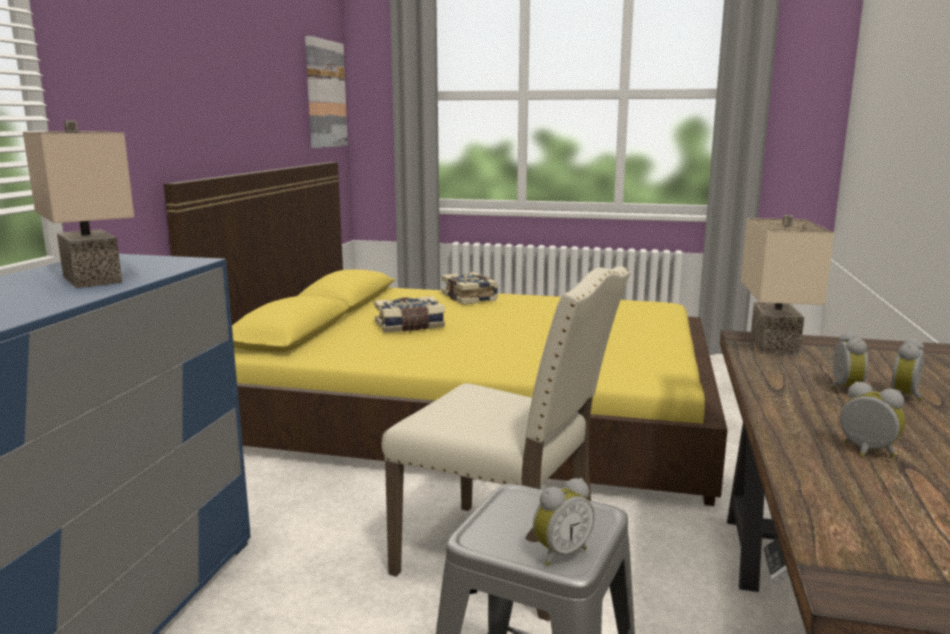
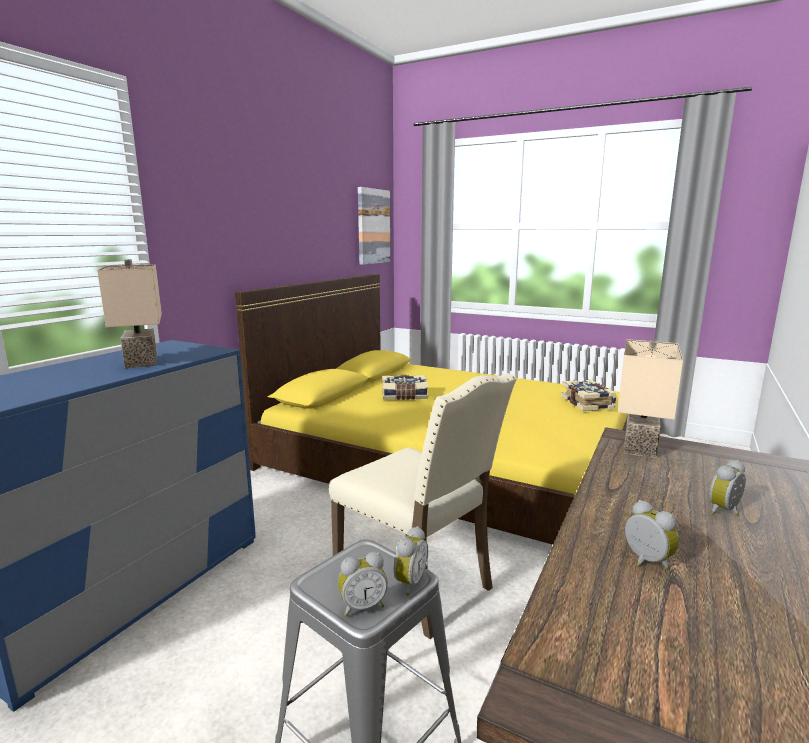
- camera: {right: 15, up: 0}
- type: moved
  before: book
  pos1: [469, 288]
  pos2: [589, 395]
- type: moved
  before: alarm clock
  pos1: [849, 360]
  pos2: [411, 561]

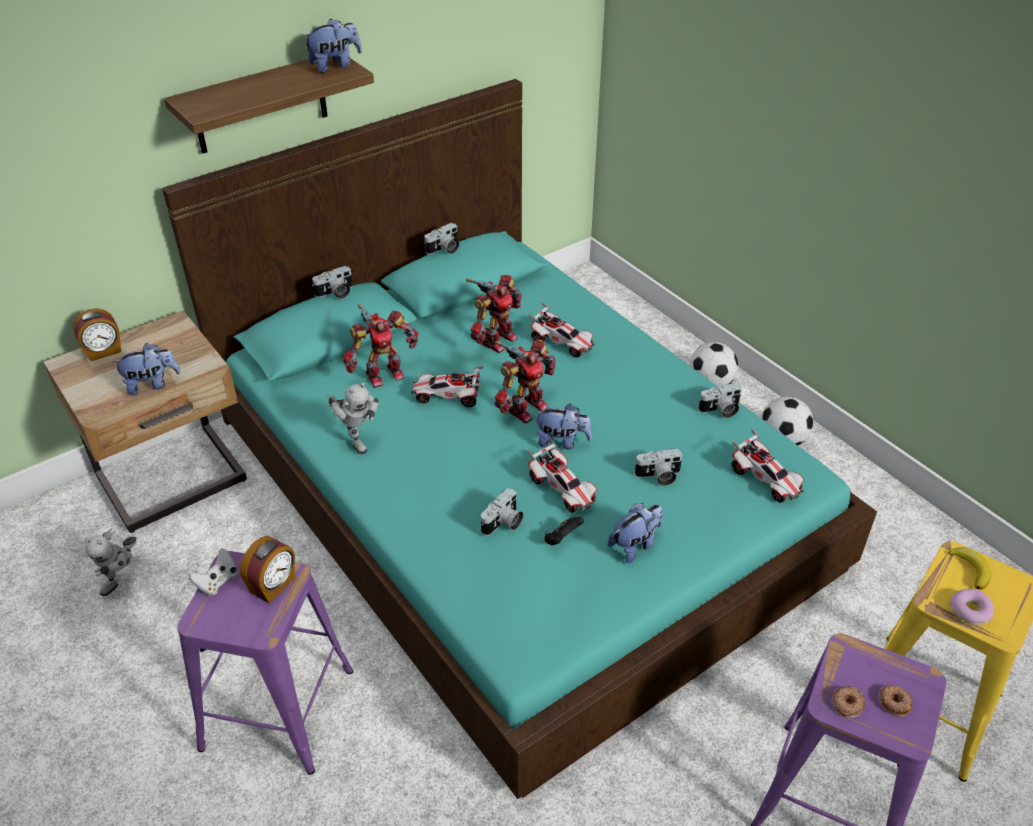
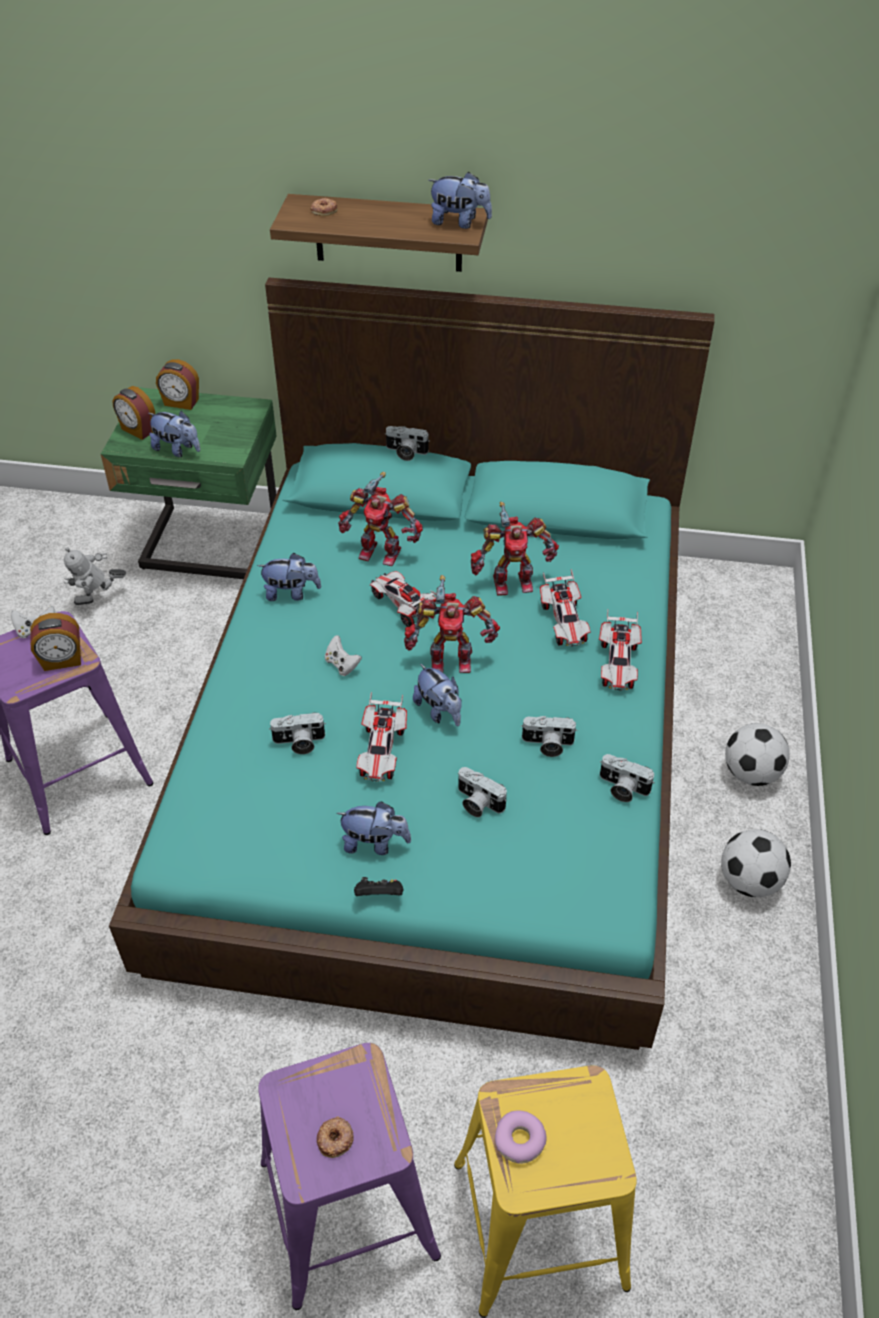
- camera: {right: 45, up: 5}
- type: removed
  before: banana
  pos1: [969, 568]
- type: added
  after: alarm clock
  pos2: [133, 413]
- type: added
  after: white game controller
  pos2: [343, 655]
- type: moved
  before: photo camera
  pos1: [442, 238]
  pos2: [549, 736]
- type: moved
  before: black game controller
  pos1: [564, 531]
  pos2: [378, 886]
- type: moved
  before: toy car
  pos1: [768, 466]
  pos2: [620, 650]
- type: moved
  before: donut
  pos1: [848, 702]
  pos2: [324, 207]
- type: replaced
  before: toy robot
  after: plush toy
  pos1: [353, 418]
  pos2: [289, 577]
- type: recoloured
  before: beige nightstand
  after: green nightstand
  pos1: [145, 421]
  pos2: [189, 483]

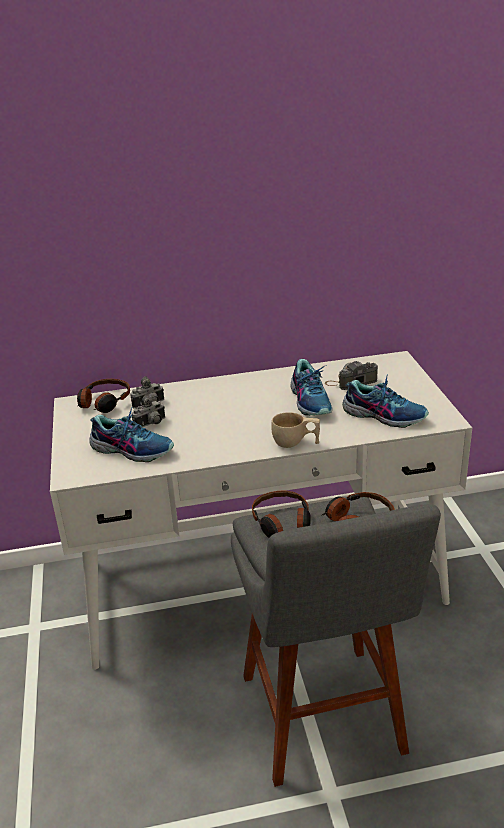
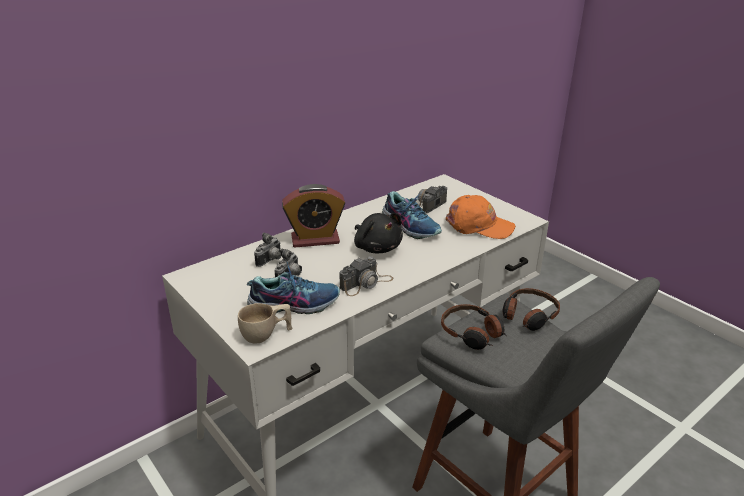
- camera: {right: -30, up: 0}
- type: removed
  before: headphones
  pos1: [103, 396]
- type: added
  after: alarm clock
  pos2: [313, 216]
- type: added
  after: photo camera
  pos2: [366, 276]
- type: added
  after: black plush toy
  pos2: [378, 233]
- type: moved
  before: beige cup
  pos1: [295, 430]
  pos2: [265, 323]
- type: replaced
  before: shoe
  after: orange cap
  pos1: [385, 401]
  pos2: [481, 217]

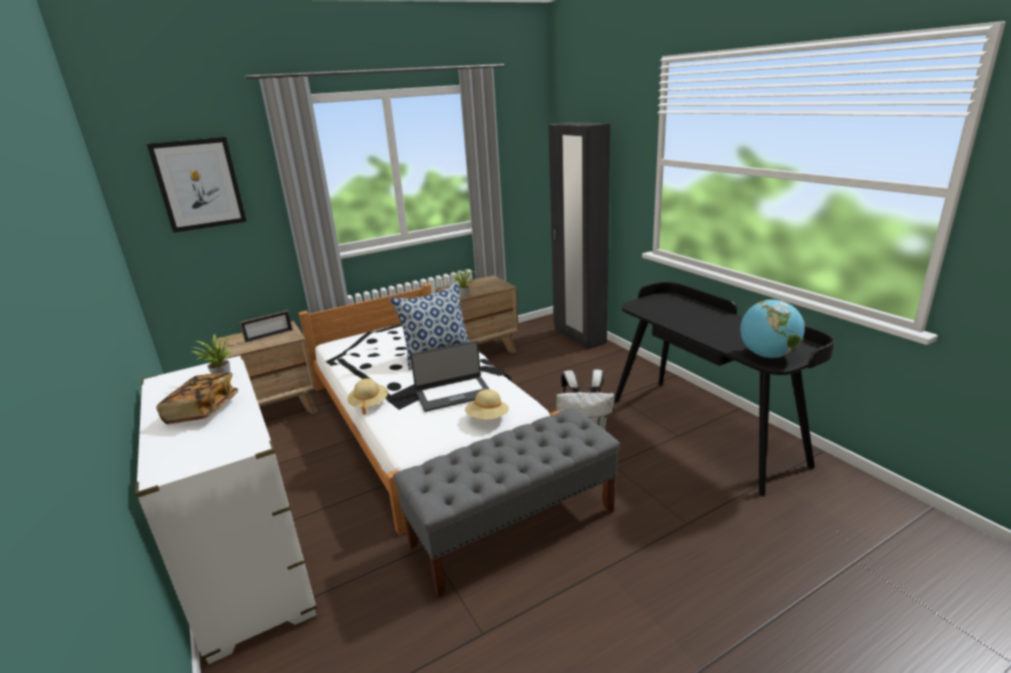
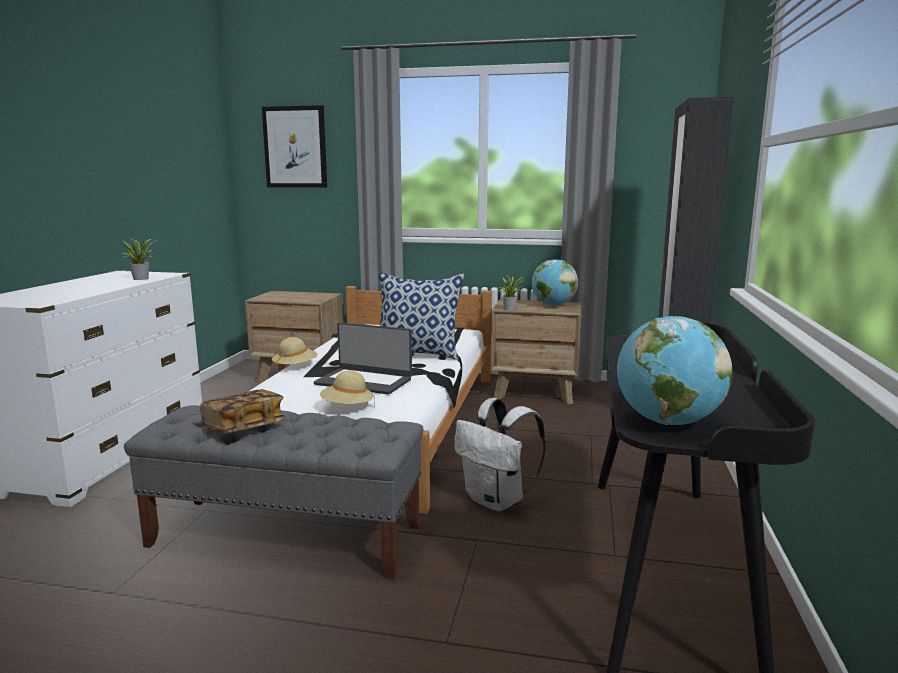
- camera: {right: 40, up: -10}
- type: removed
  before: picture frame
  pos1: [266, 326]
- type: added
  after: globe
  pos2: [555, 282]
- type: moved
  before: book
  pos1: [197, 398]
  pos2: [242, 411]

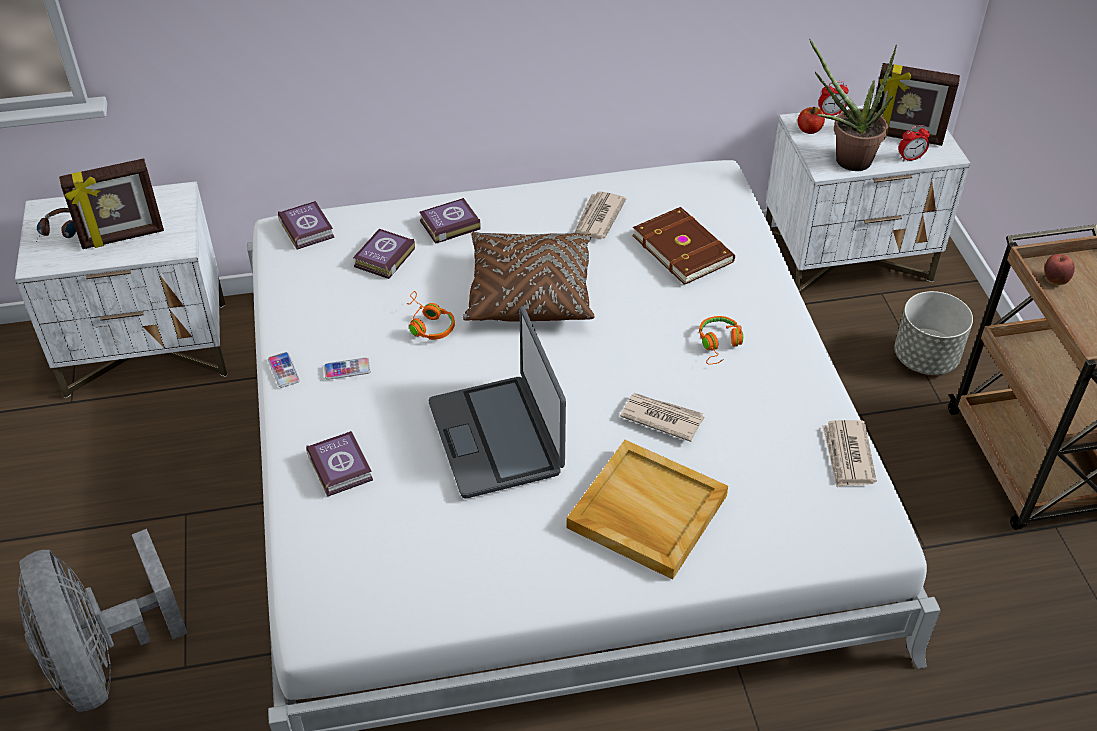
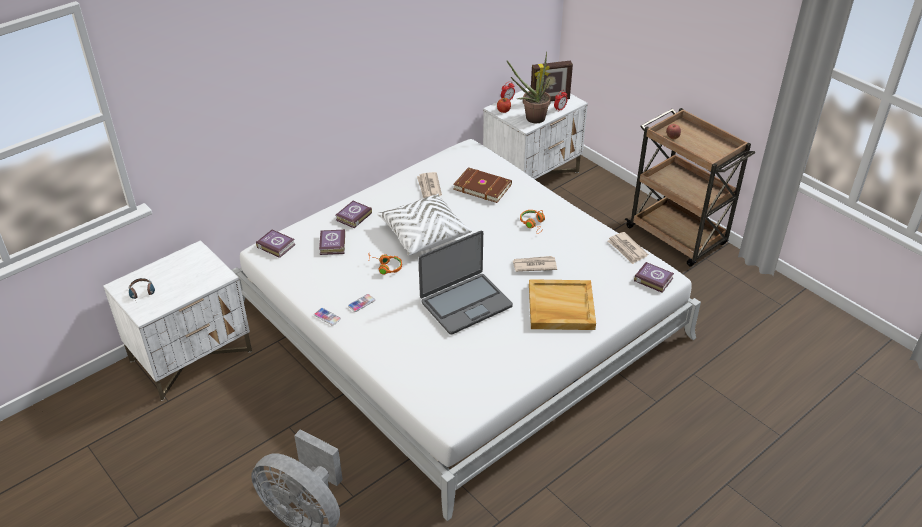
- camera: {right: -30, up: -5}
- type: removed
  before: picture frame
  pos1: [111, 203]
- type: removed
  before: grey planter
  pos1: [933, 333]
- type: moved
  before: book
  pos1: [339, 463]
  pos2: [654, 277]
- type: recoloured
  before: brown pillow
  after: white pillow
  pos1: [529, 277]
  pos2: [424, 225]
- type: turned
  before: laptop
  pos1: [497, 402]
  pos2: [465, 282]
  turn: -75

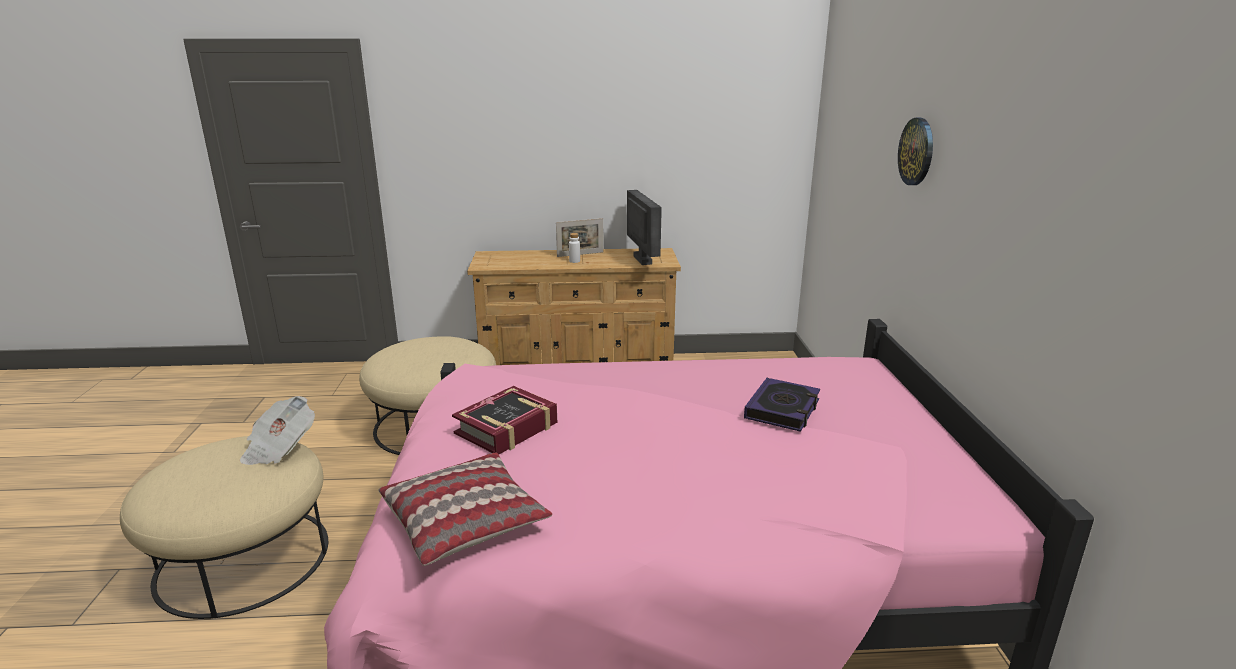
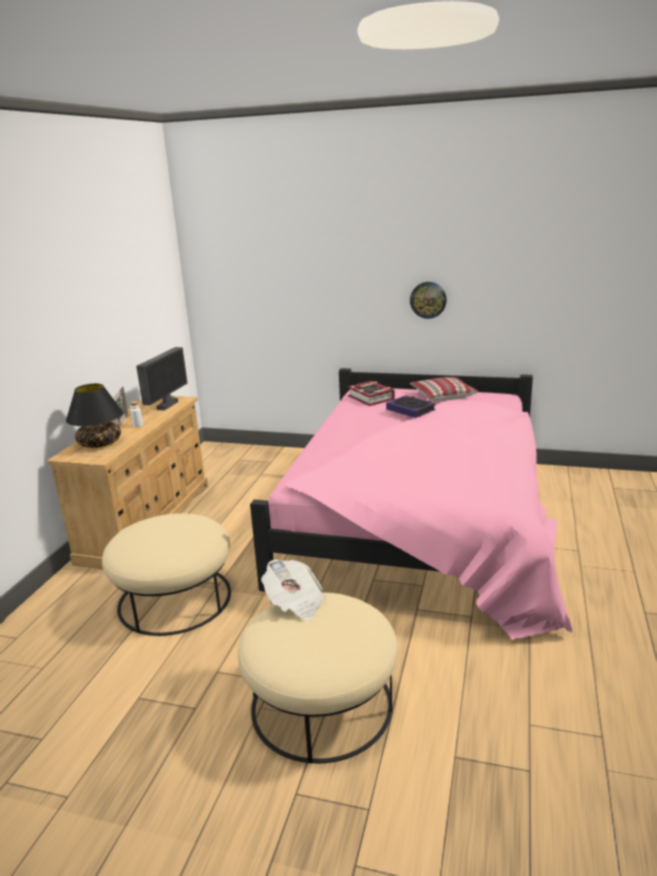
- camera: {right: -70, up: 0}
- type: added
  after: black table lamp
  pos2: [94, 416]
- type: moved
  before: pillow
  pos1: [465, 509]
  pos2: [444, 389]
- type: moved
  before: book
  pos1: [504, 420]
  pos2: [371, 393]
- type: moved
  before: wall clock
  pos1: [915, 151]
  pos2: [428, 300]
- type: turned
  before: monitor
  pos1: [644, 227]
  pos2: [162, 378]
  turn: 105

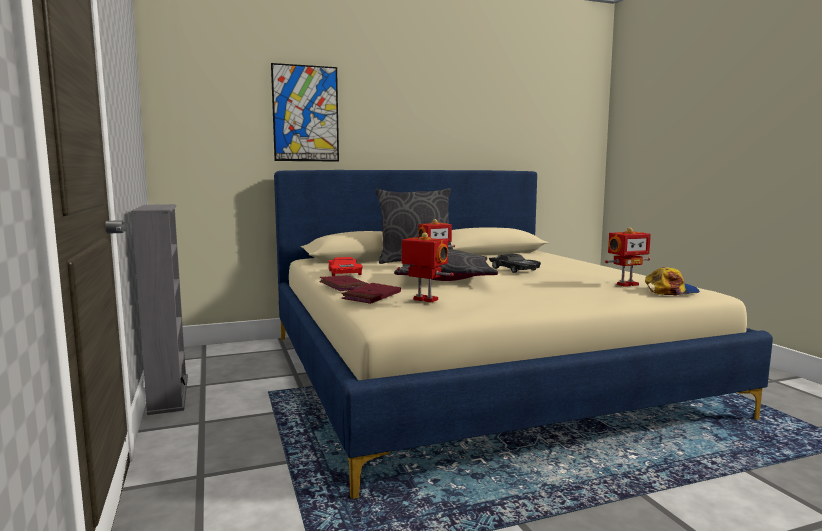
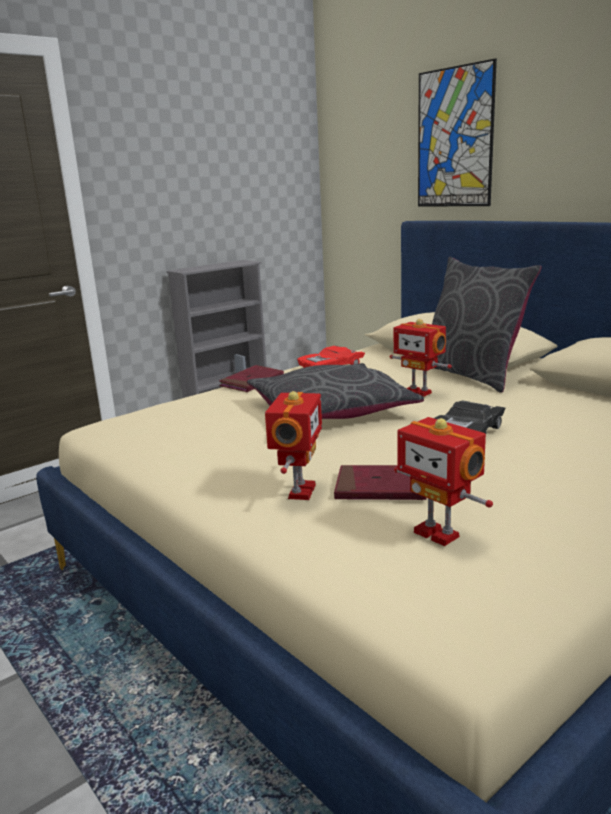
- camera: {right: 70, up: 10}
- type: removed
  before: cap
  pos1: [672, 281]
- type: moved
  before: red book
  pos1: [371, 293]
  pos2: [380, 482]
- type: moved
  before: toy robot
  pos1: [425, 267]
  pos2: [293, 445]

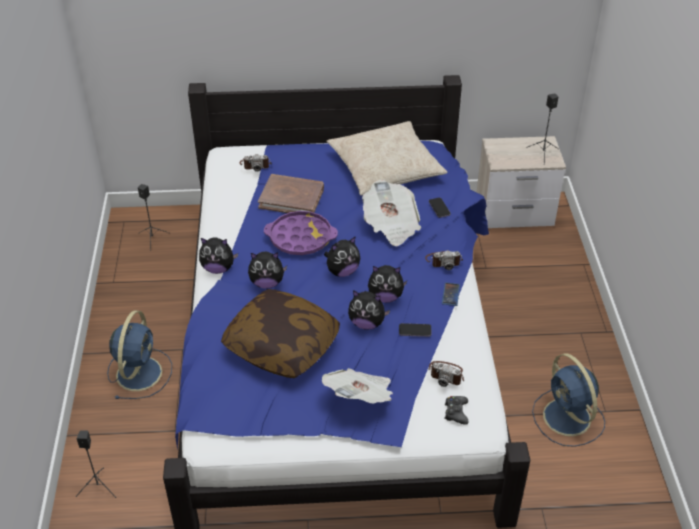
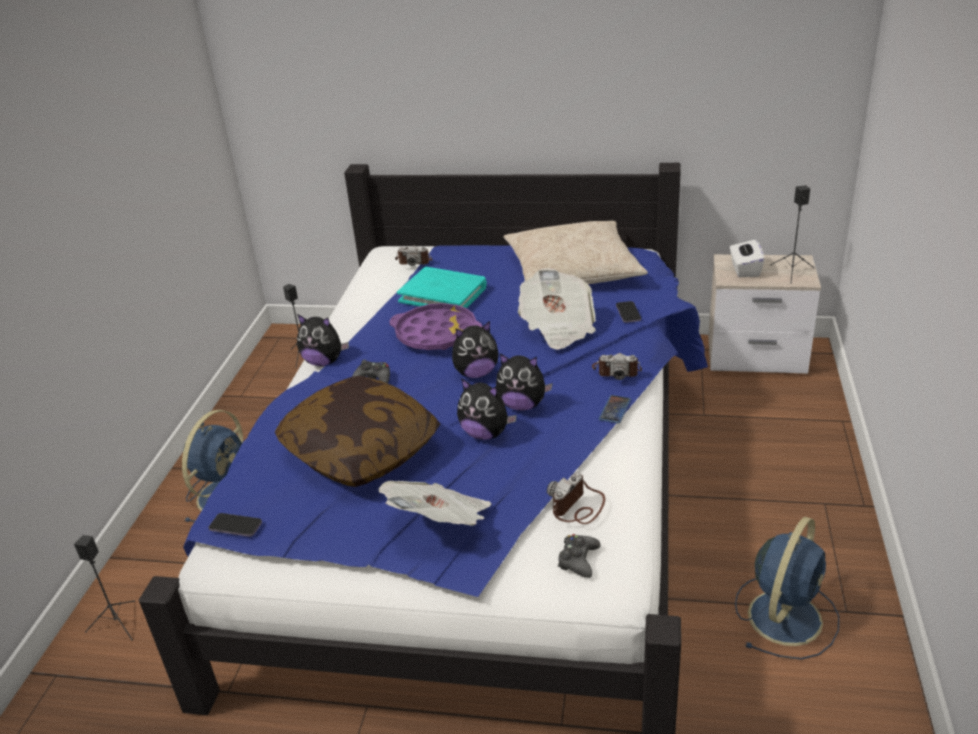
- camera: {right: 15, up: -10}
- type: added
  after: white tissue box
  pos2: [747, 257]
- type: moved
  before: phone
  pos1: [415, 330]
  pos2: [235, 525]
- type: replaced
  before: plush toy
  after: black game controller
  pos1: [267, 270]
  pos2: [371, 372]
- type: recoloured
  before: brown book
  after: turquoise book
  pos1: [291, 193]
  pos2: [442, 287]
- type: turned
  before: photo camera
  pos1: [446, 374]
  pos2: [576, 498]
  turn: 90
- type: turned
  before: blue fan
  pos1: [568, 400]
  pos2: [787, 588]
  turn: -135

